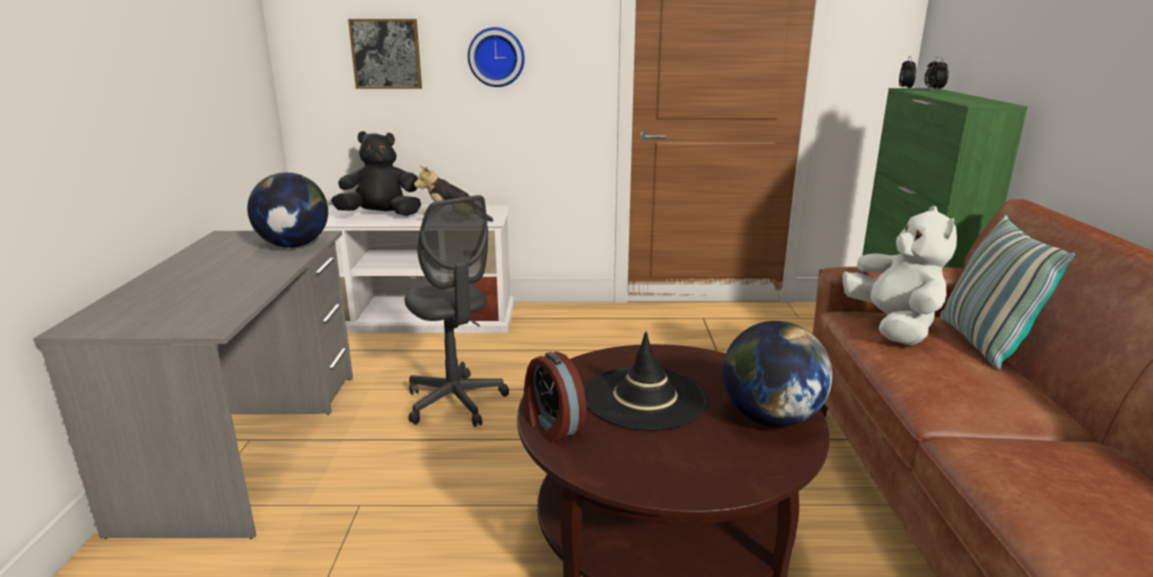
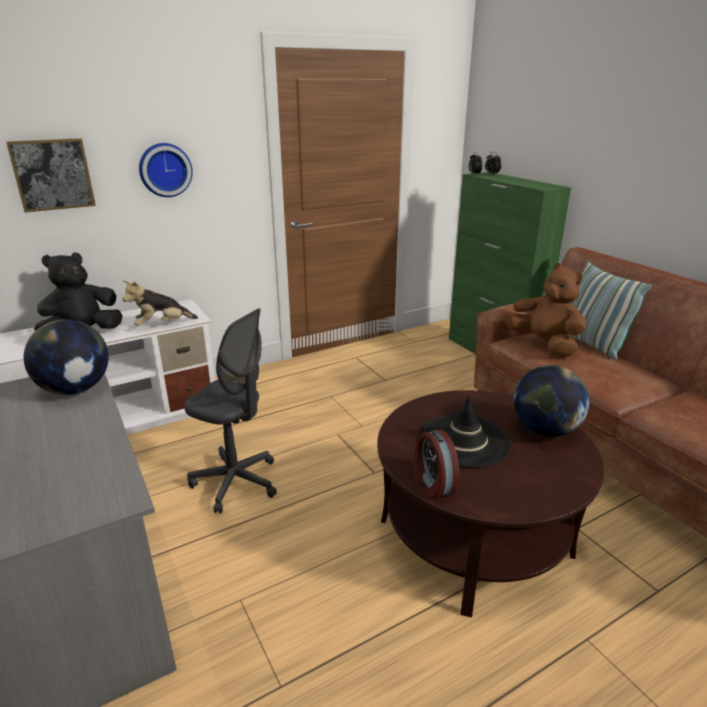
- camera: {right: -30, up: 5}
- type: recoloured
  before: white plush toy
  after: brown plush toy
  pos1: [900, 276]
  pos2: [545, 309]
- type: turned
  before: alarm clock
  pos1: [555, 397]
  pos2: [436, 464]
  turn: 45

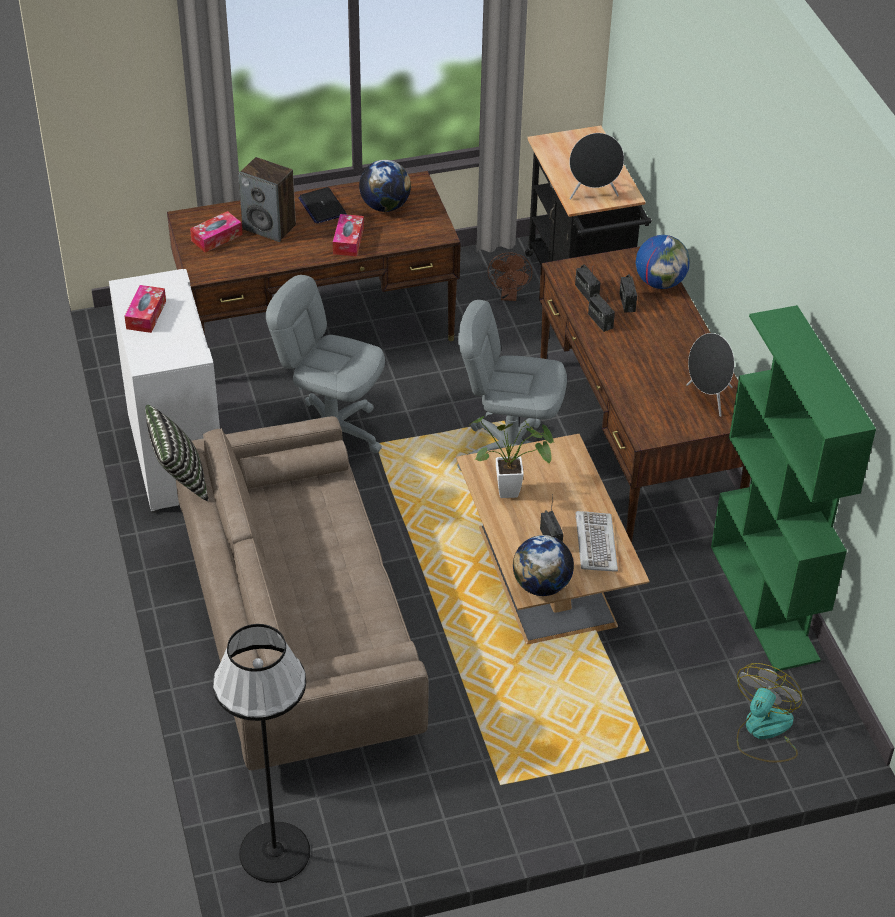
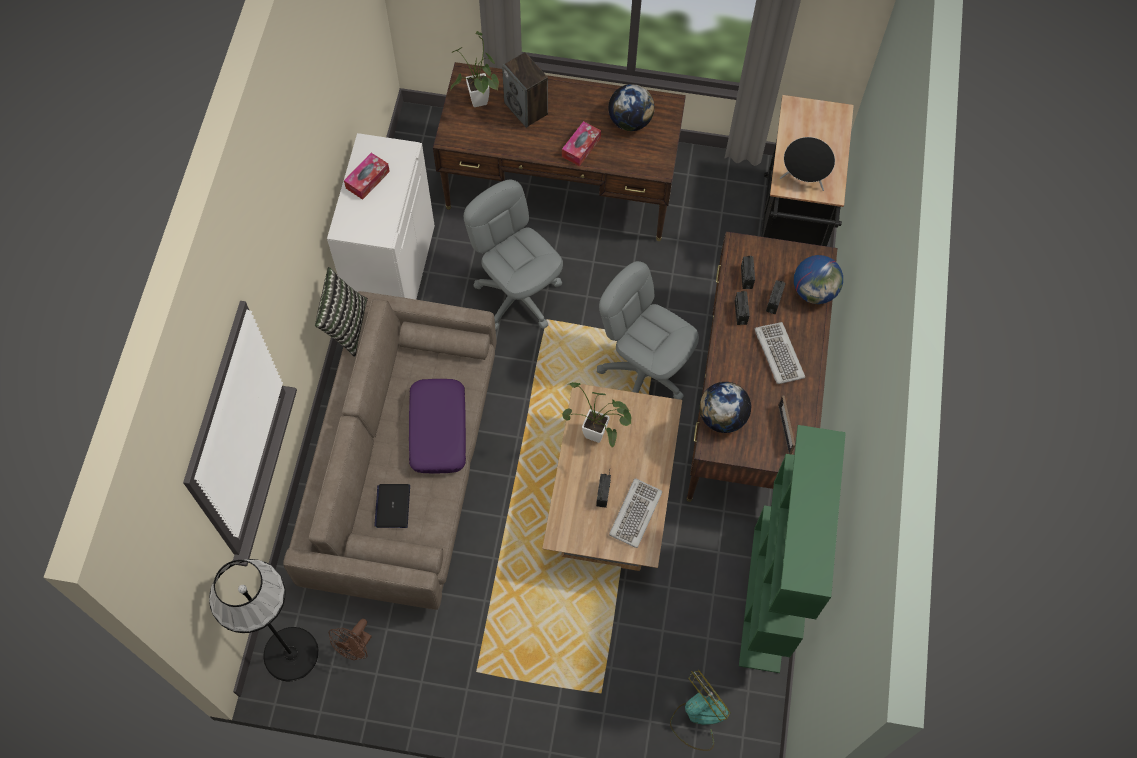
- camera: {right: 25, up: 20}
- type: added
  after: purple pillow
  pos2: [437, 426]
- type: added
  after: keyboard
  pos2: [780, 353]
- type: moved
  before: laptop
  pos1: [322, 205]
  pos2: [392, 506]
- type: moved
  before: brown fan
  pos1: [510, 276]
  pos2: [350, 639]
- type: moved
  before: globe
  pos1: [543, 565]
  pos2: [725, 407]
- type: replaced
  before: tissue box
  after: potted plant
  pos1: [216, 231]
  pos2: [474, 69]
- type: replaced
  before: black speaker
  after: picture frame
  pos1: [710, 375]
  pos2: [786, 424]

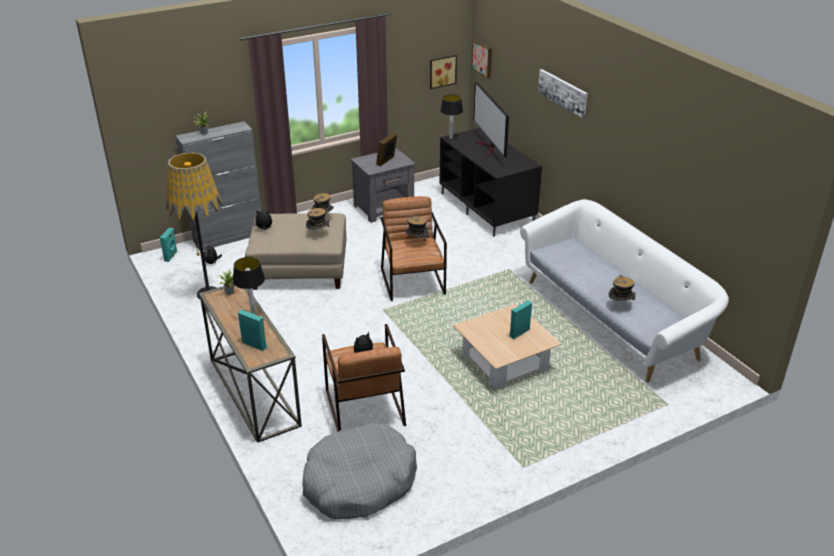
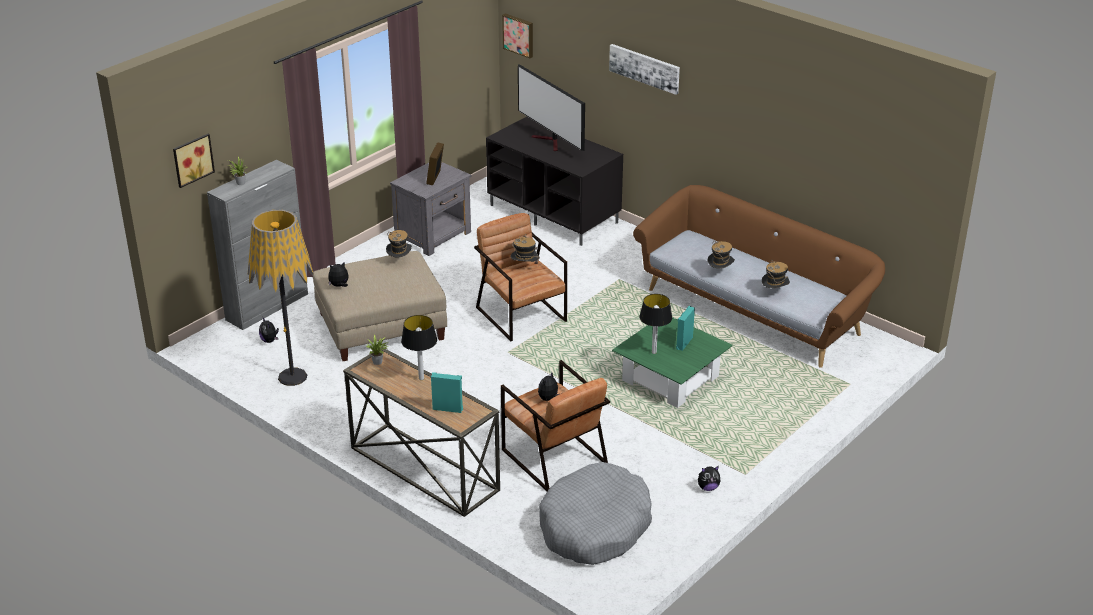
- camera: {right: -20, up: 0}
- type: removed
  before: turquoise speaker
  pos1: [168, 245]
- type: added
  after: plush toy
  pos2: [709, 478]
- type: moved
  before: hat
  pos1: [318, 218]
  pos2: [721, 254]
- type: moved
  before: picture
  pos1: [443, 72]
  pos2: [194, 161]
- type: moved
  before: table lamp
  pos1: [451, 117]
  pos2: [655, 324]
- type: recoloured
  before: beige coffee table
  after: green coffee table
  pos1: [507, 346]
  pos2: [672, 362]
- type: recoloured
  before: white sofa
  after: brown sofa
  pos1: [624, 290]
  pos2: [759, 276]

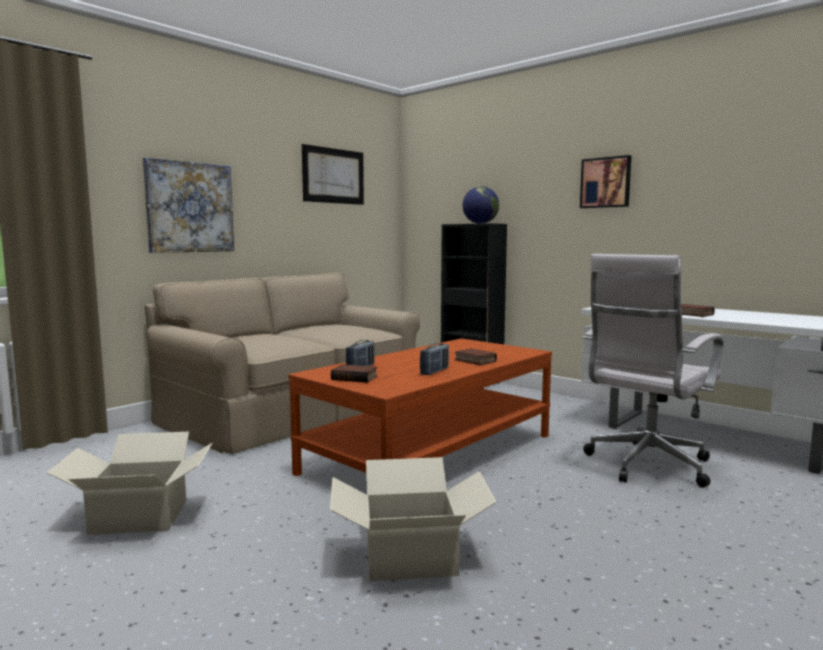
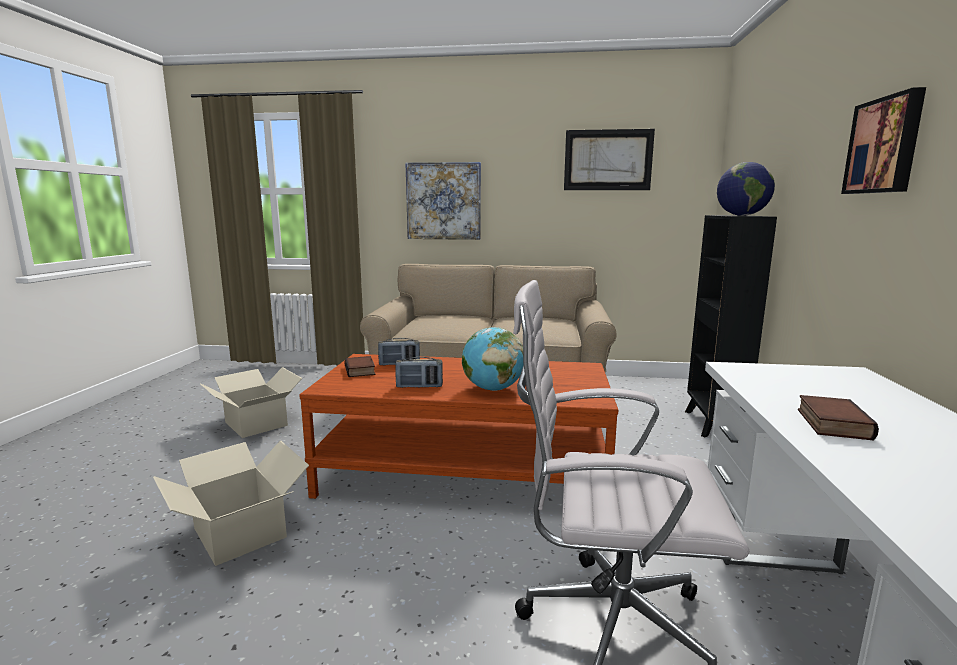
- camera: {right: 55, up: 5}
- type: replaced
  before: book
  after: globe
  pos1: [476, 357]
  pos2: [493, 359]

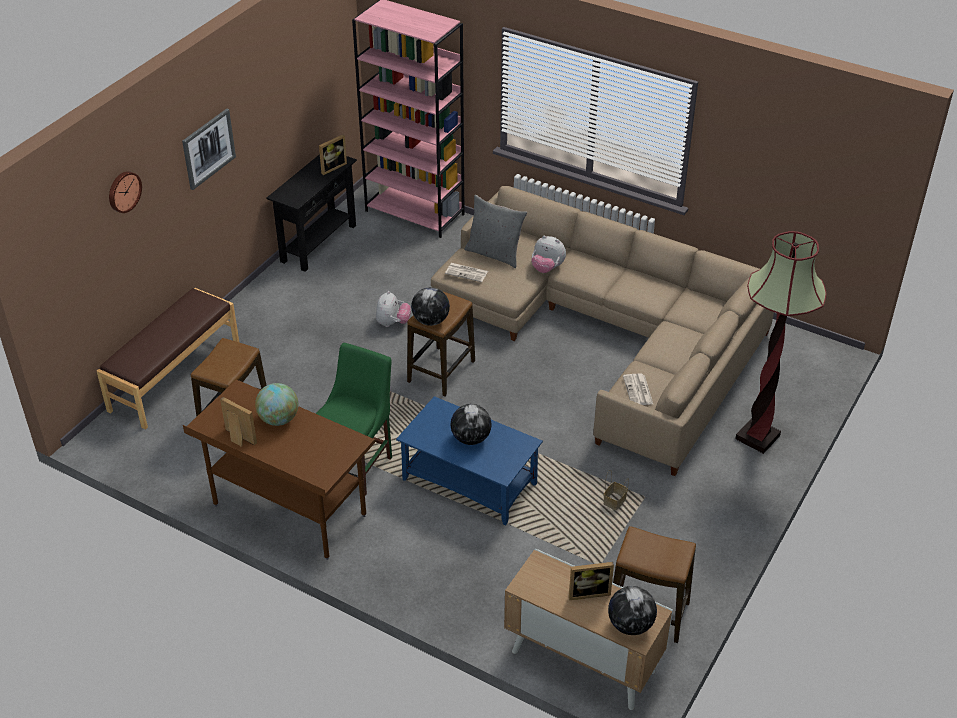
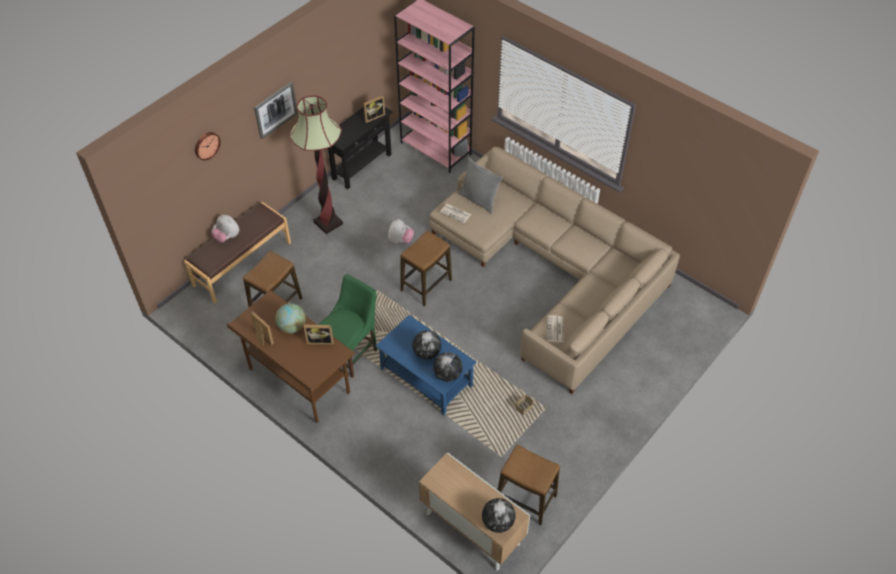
- camera: {right: 10, up: 10}
- type: moved
  before: globe
  pos1: [430, 306]
  pos2: [448, 367]
- type: moved
  before: plush toy
  pos1: [548, 254]
  pos2: [225, 229]
- type: moved
  before: picture frame
  pos1: [591, 581]
  pos2: [319, 335]
- type: moved
  before: floor lamp
  pos1: [781, 342]
  pos2: [316, 164]

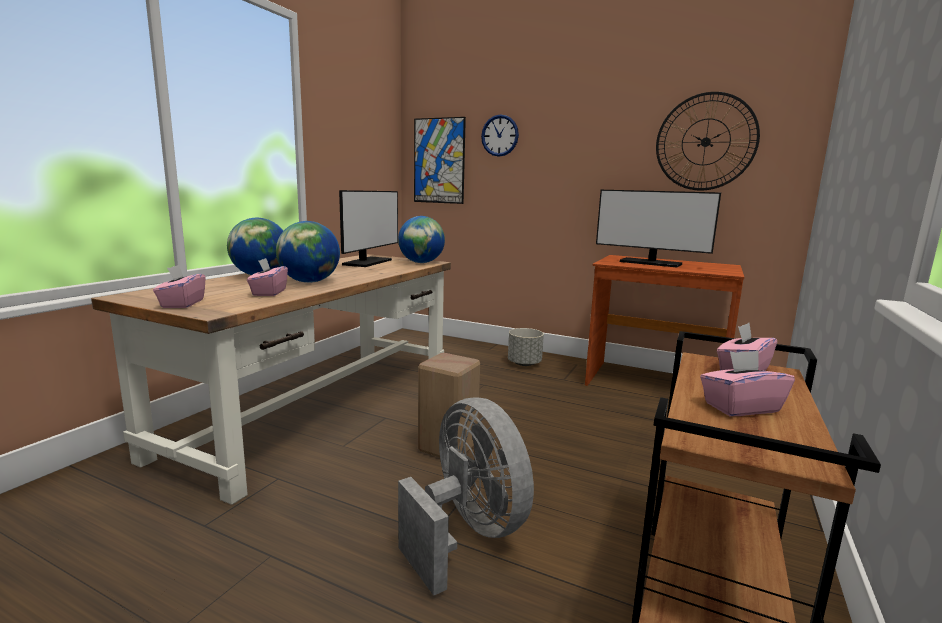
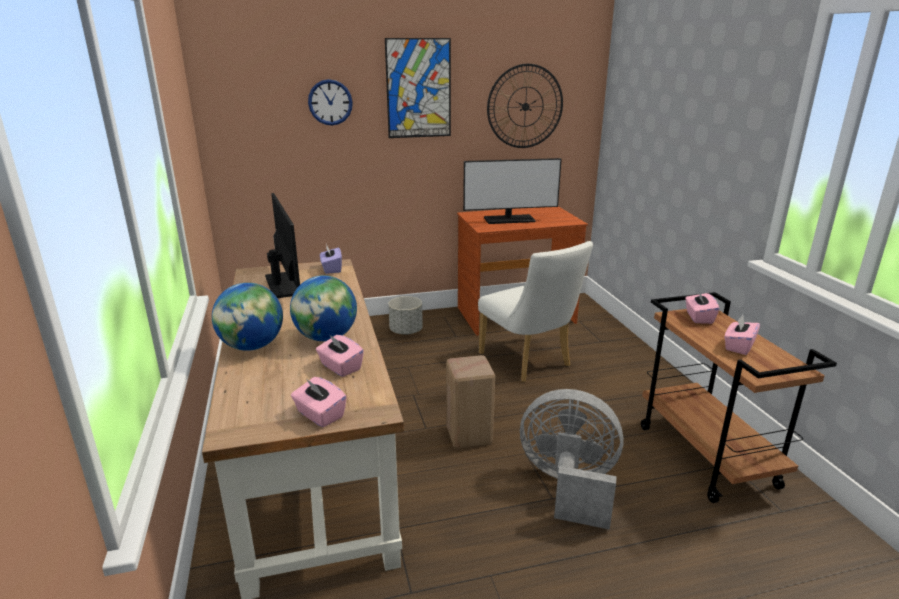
- camera: {right: -40, up: 10}
- type: added
  after: white chair
  pos2: [535, 311]
- type: moved
  before: picture
  pos1: [440, 160]
  pos2: [418, 88]
- type: replaced
  before: globe
  after: purple tissue box
  pos1: [421, 239]
  pos2: [331, 259]

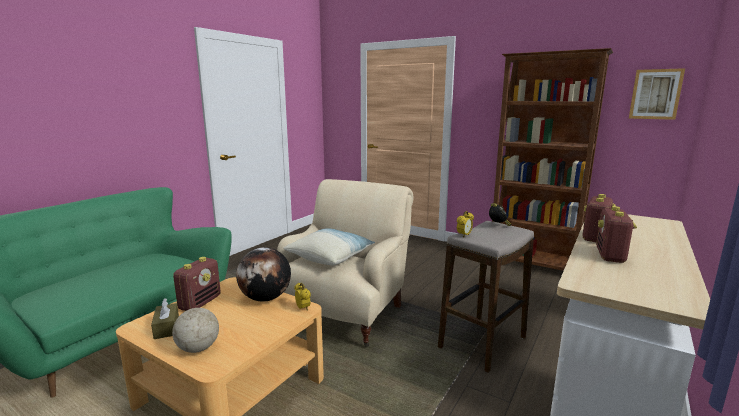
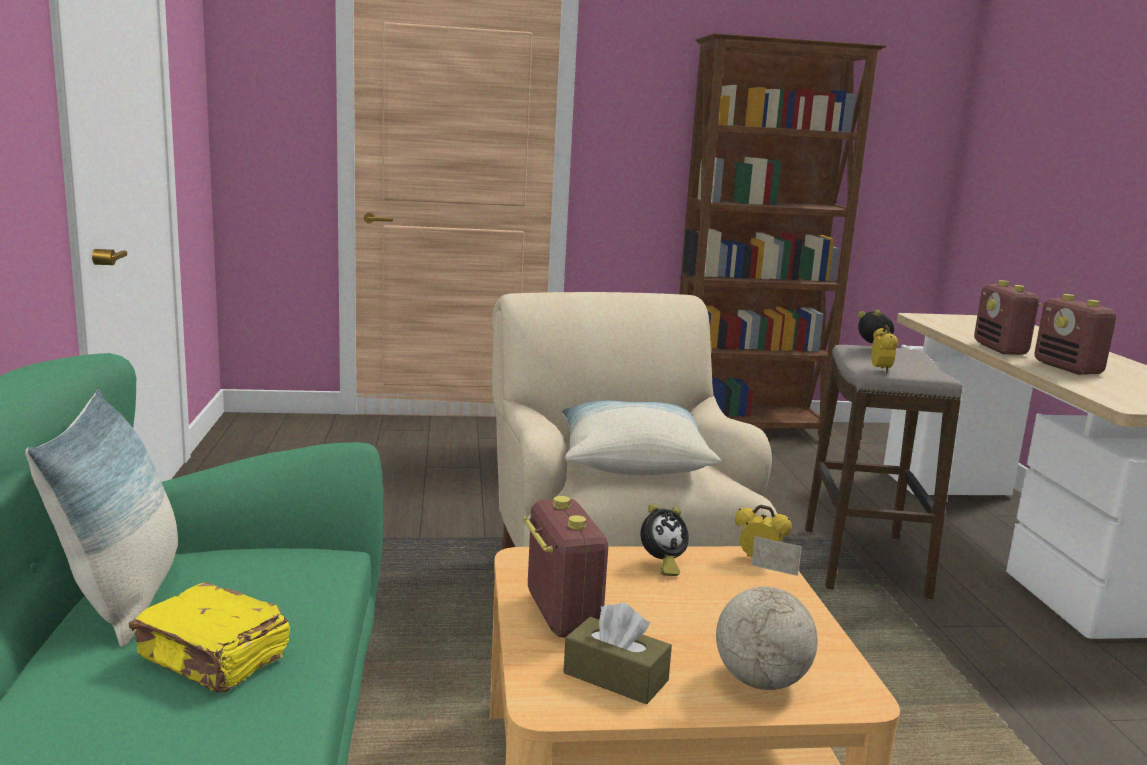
- camera: {right: -40, up: 0}
- type: removed
  before: picture
  pos1: [657, 94]
- type: added
  after: pillow
  pos2: [101, 518]
- type: added
  after: yellow book
  pos2: [209, 637]
- type: replaced
  before: globe
  after: alarm clock
  pos1: [263, 274]
  pos2: [664, 540]

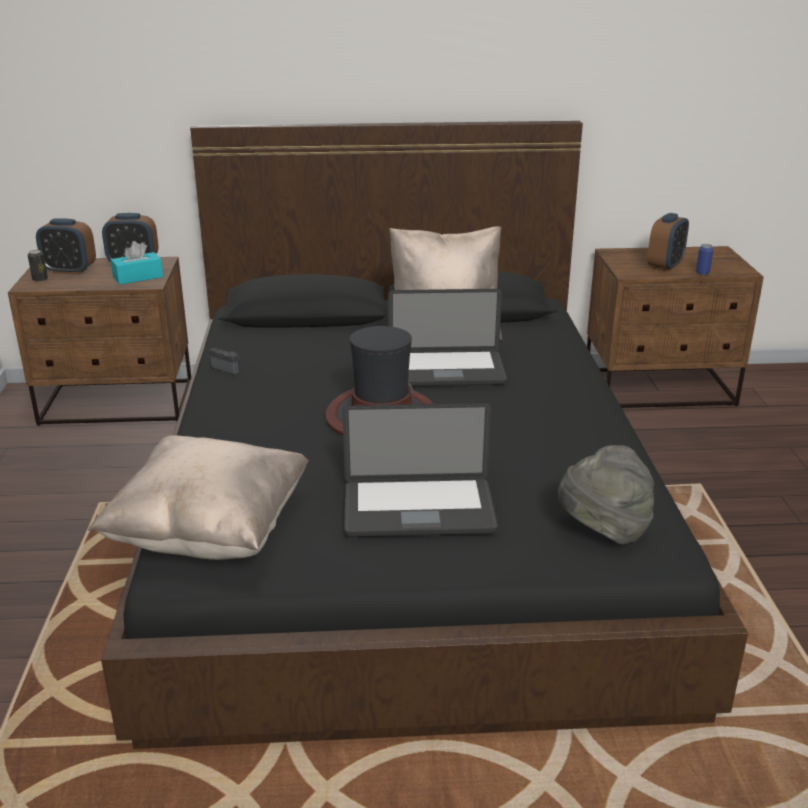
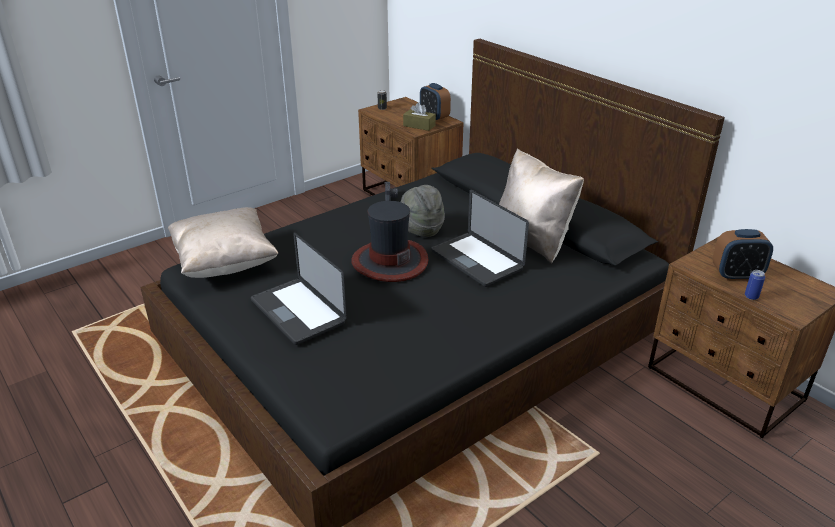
- camera: {right: 55, up: 5}
- type: removed
  before: alarm clock
  pos1: [66, 246]
- type: moved
  before: grey hat
  pos1: [606, 495]
  pos2: [423, 211]
- type: recoloured
  before: turquoise tissue box
  after: brown tissue box
  pos1: [137, 263]
  pos2: [419, 116]

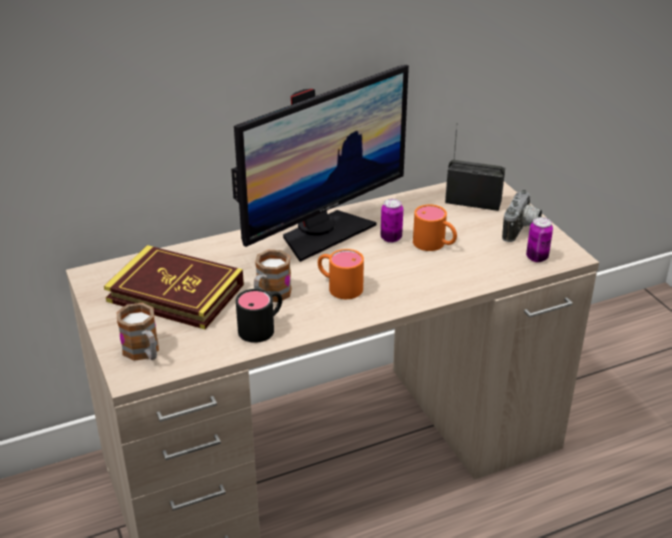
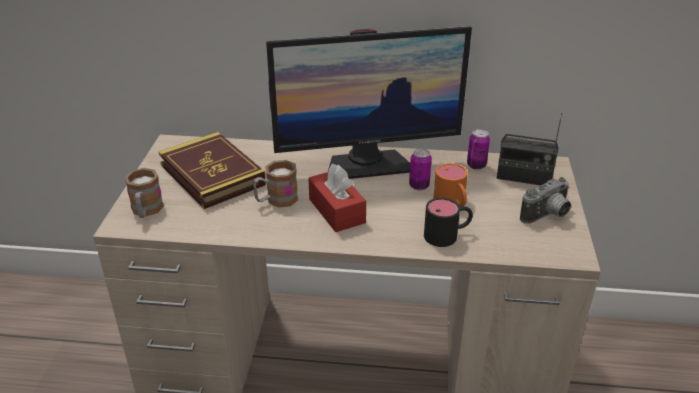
- camera: {right: 30, up: 0}
- type: moved
  before: black mug
  pos1: [259, 316]
  pos2: [448, 222]
- type: moved
  before: can
  pos1: [539, 239]
  pos2: [478, 149]
- type: replaced
  before: orange mug
  after: red tissue box
  pos1: [341, 274]
  pos2: [337, 198]
- type: turned
  before: radio
  pos1: [475, 167]
  pos2: [529, 149]
  turn: 150

